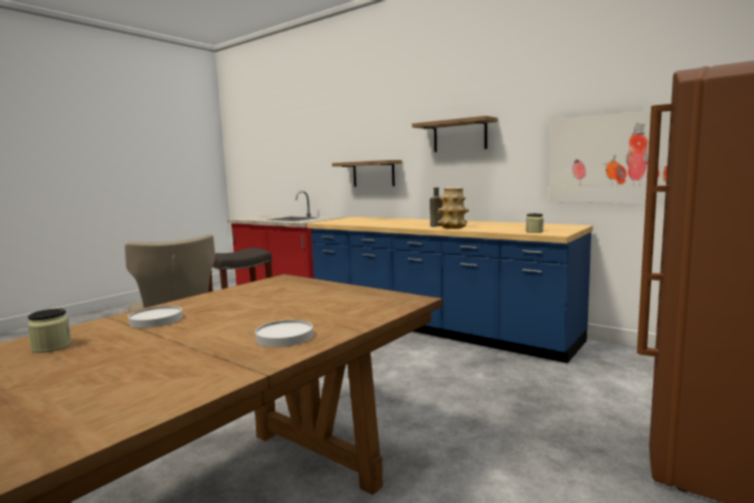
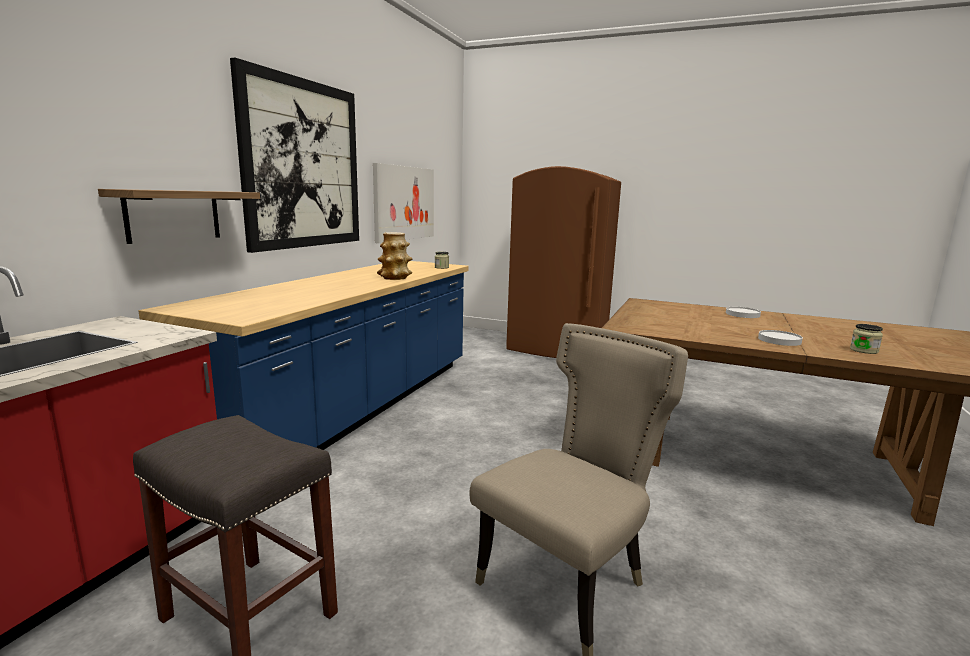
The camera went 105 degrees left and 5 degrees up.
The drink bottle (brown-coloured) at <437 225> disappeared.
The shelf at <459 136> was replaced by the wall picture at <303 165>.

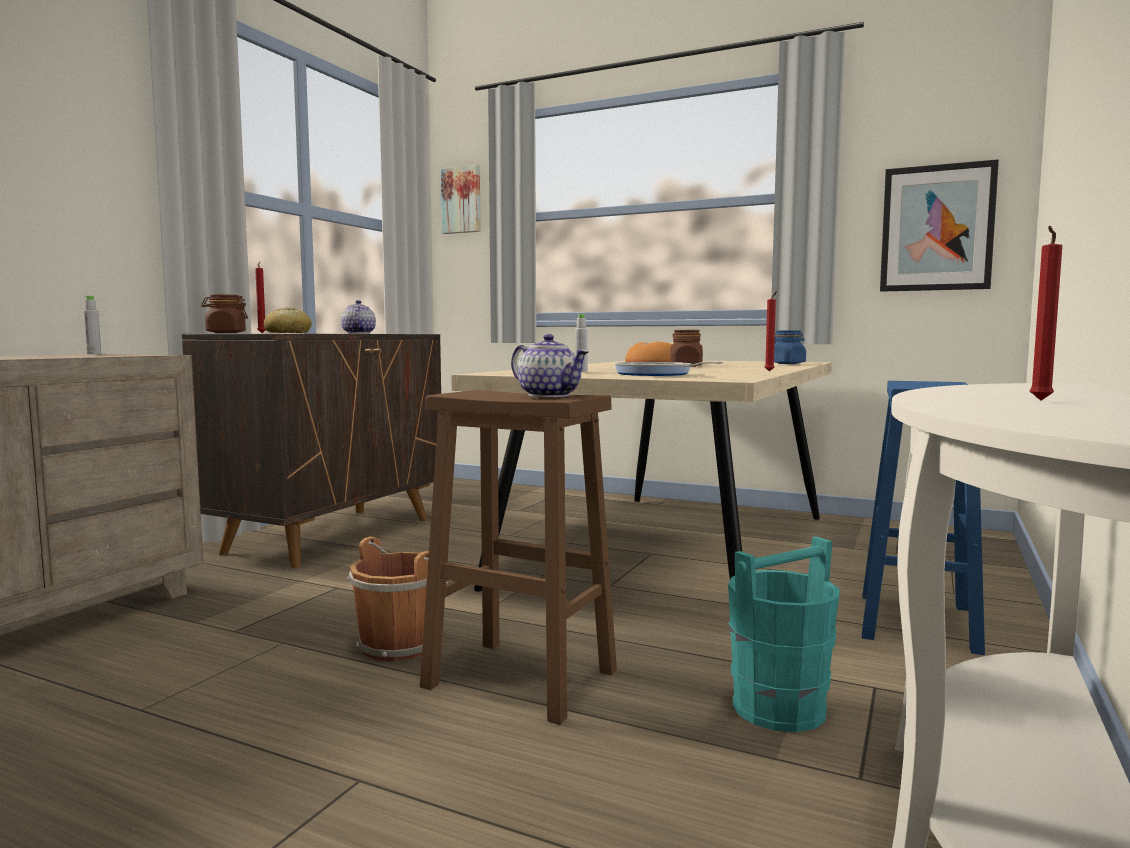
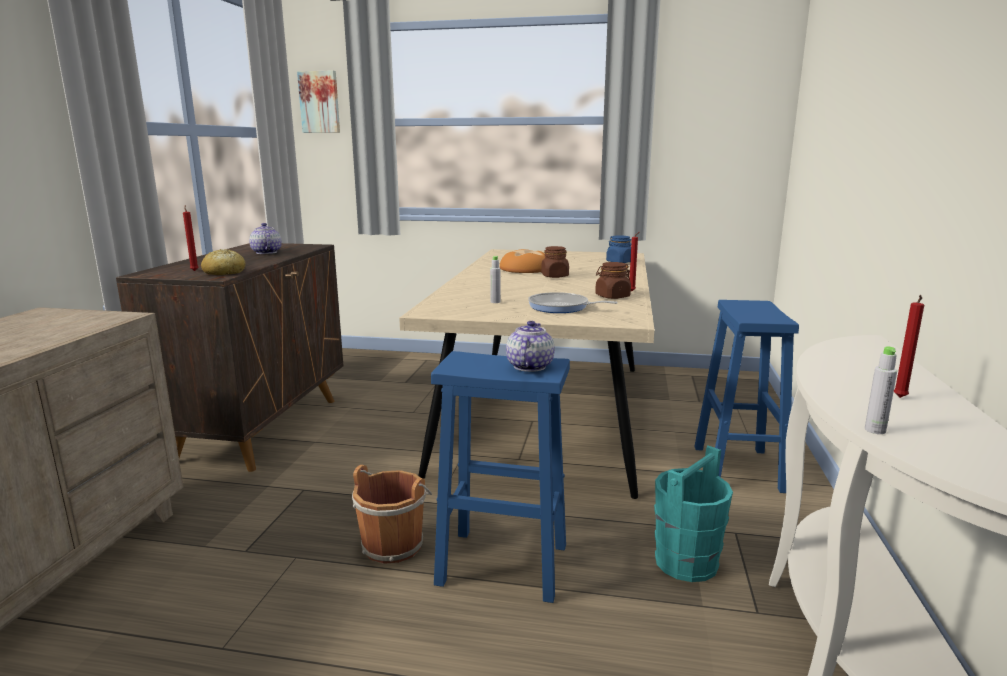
The camera went 15 degrees left and 10 degrees up.
The wall picture at <937 228> disappeared.
The drink bottle (greyish) moved from <94 354> to <875 430>.
The storage jar (brown-coloured) moved from <225 333> to <612 296>.
The stool seat (brown-coloured) at <517 678> became the stool seat (bluish) at <500 564>.
The pot for tea at <550 395> turned 105 degrees counterclockwise.

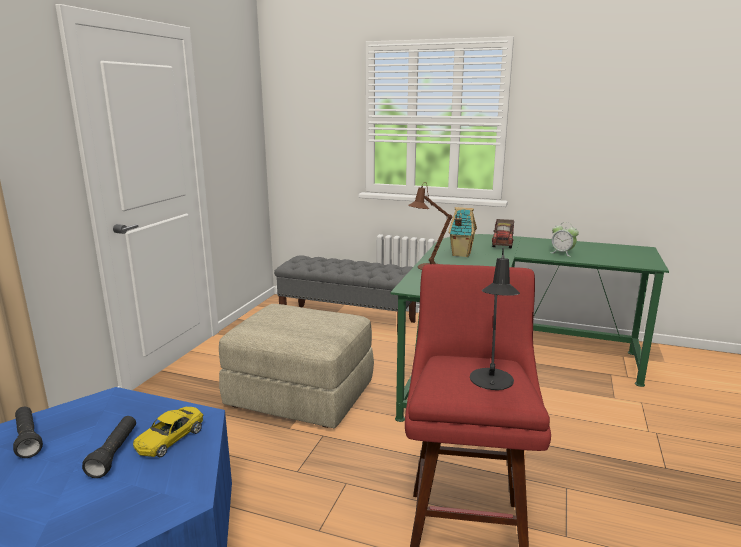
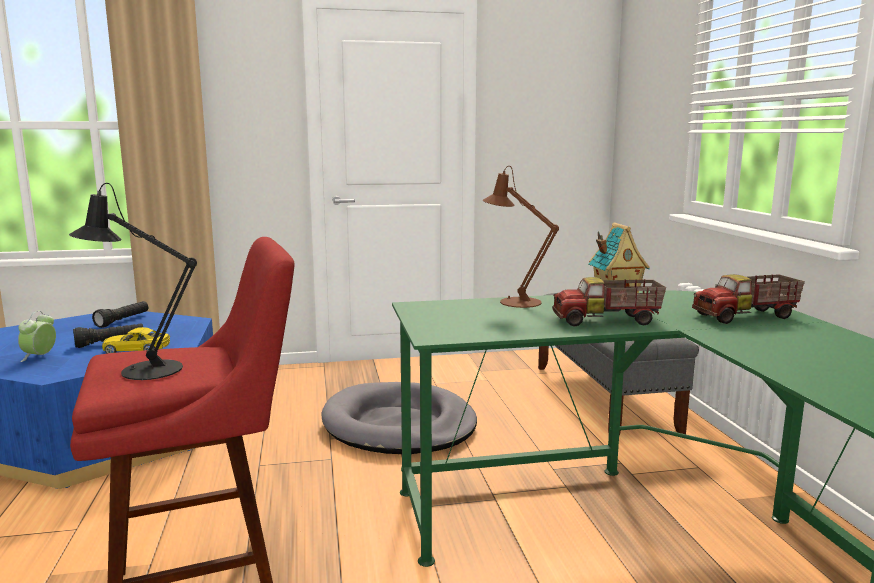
The camera went 60 degrees right and 5 degrees down.
The toy truck at <607 321> appeared.
The bedside clock moved from <562 253> to <40 357>.
The pouffe (sand-coloured) at <302 394> was replaced by the pet bed (greyish) at <399 425>.

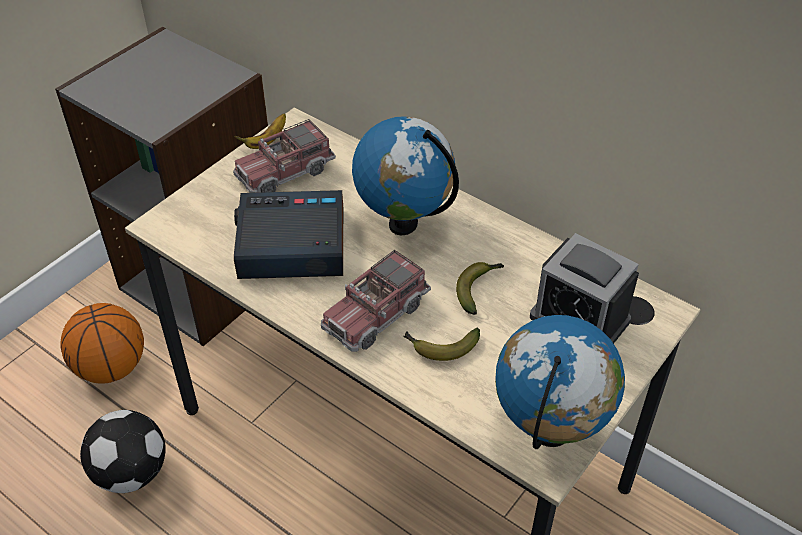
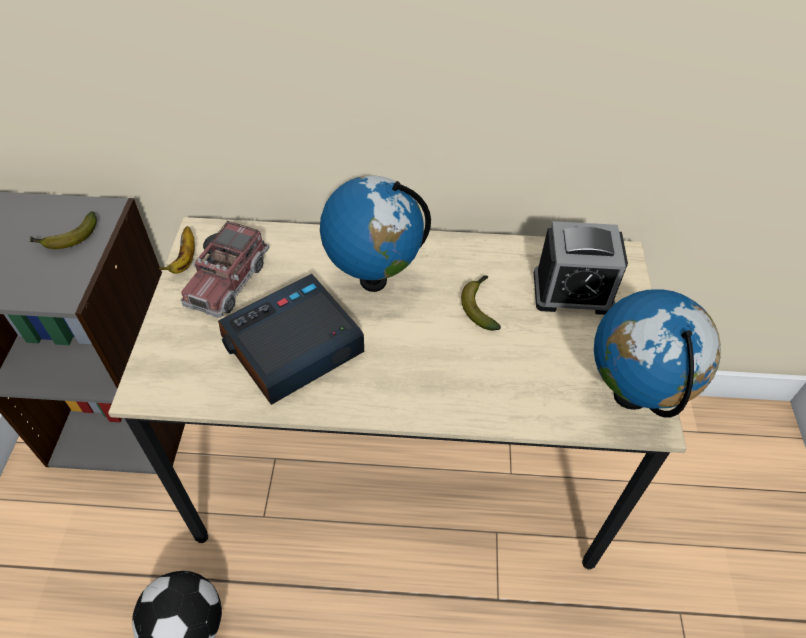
The camera went 35 degrees left and 5 degrees up.
The basketball ball at <111 367> disappeared.
The toy truck at <376 314> disappeared.
The banana moved from <440 347> to <67 238>.

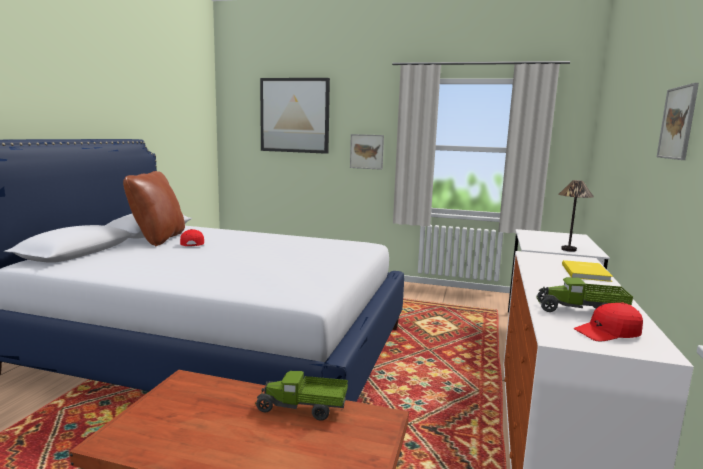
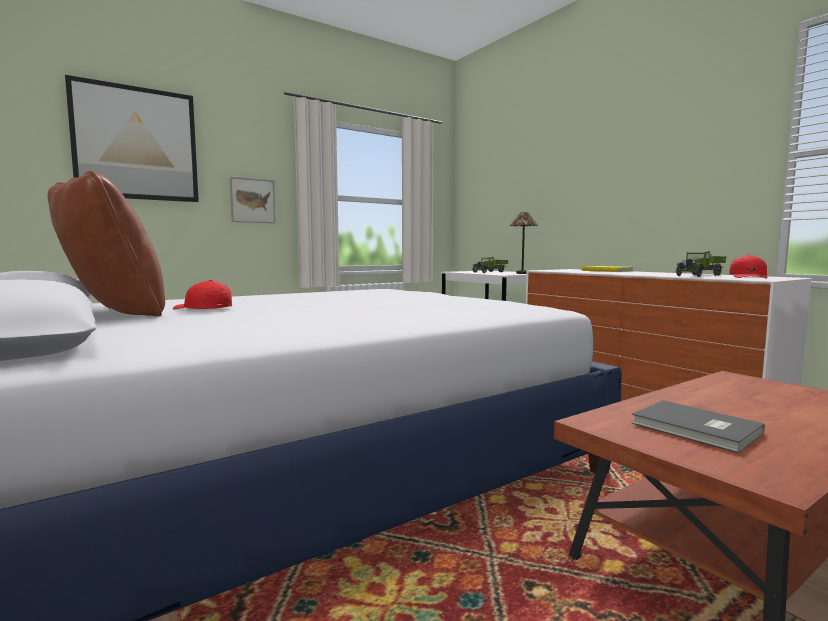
The camera went 50 degrees left and 5 degrees down.
The wall picture at <677 123> disappeared.
The book (greyish) at <696 429> appeared.
The toy truck moved from <302 409> to <490 272>.

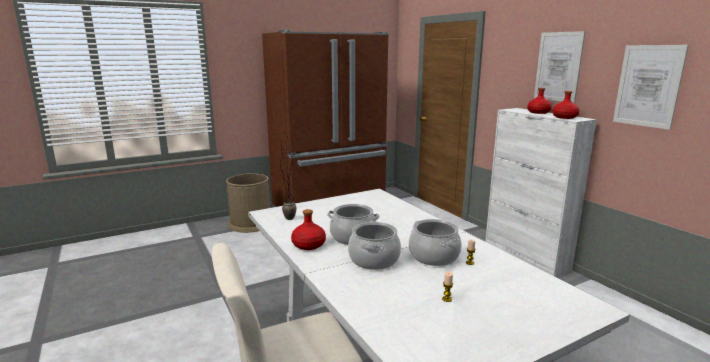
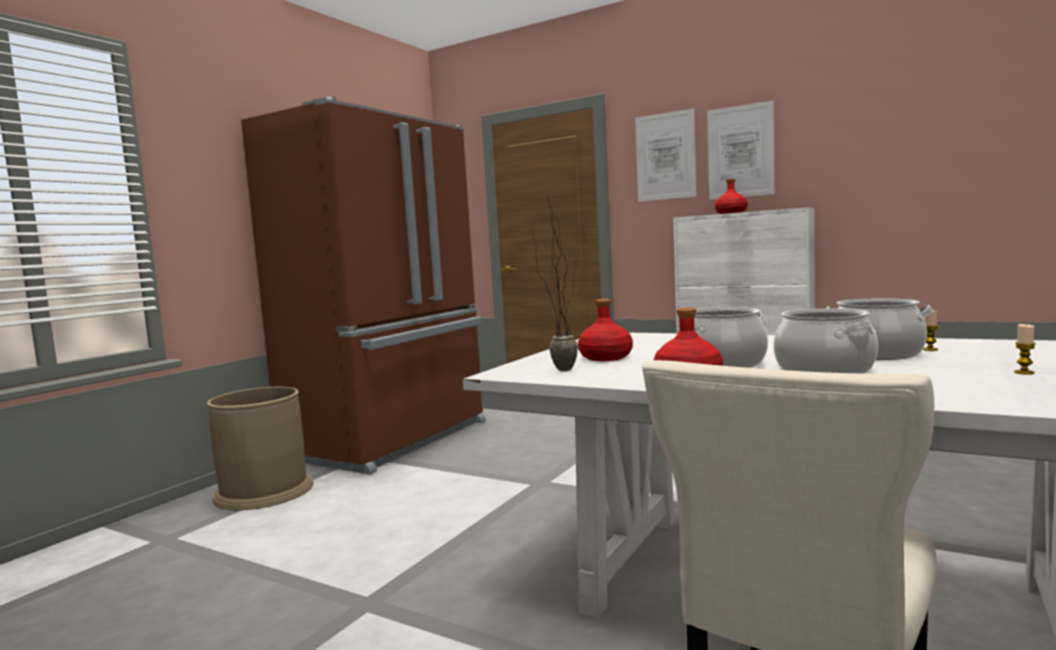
The camera went 30 degrees left and 10 degrees down.
The drink bottle (reddish) moved from <564 117> to <606 357>.
The wall picture moved from <648 86> to <665 156>.

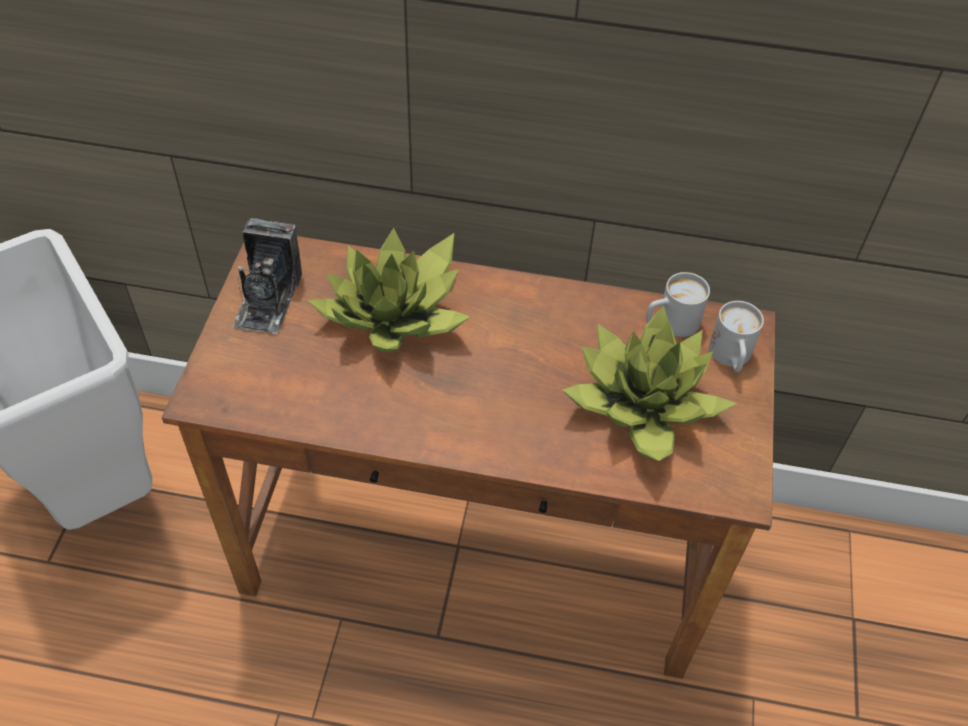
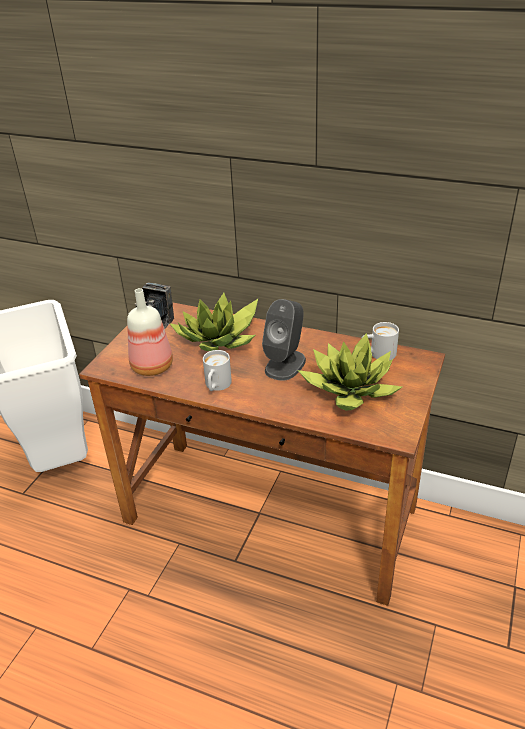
The camera went 15 degrees right and 15 degrees down.
The drink bottle at <153 366> appeared.
The speaker (greyish) at <285 364> appeared.
The mug (whitish) moved from <731 358> to <216 386>.

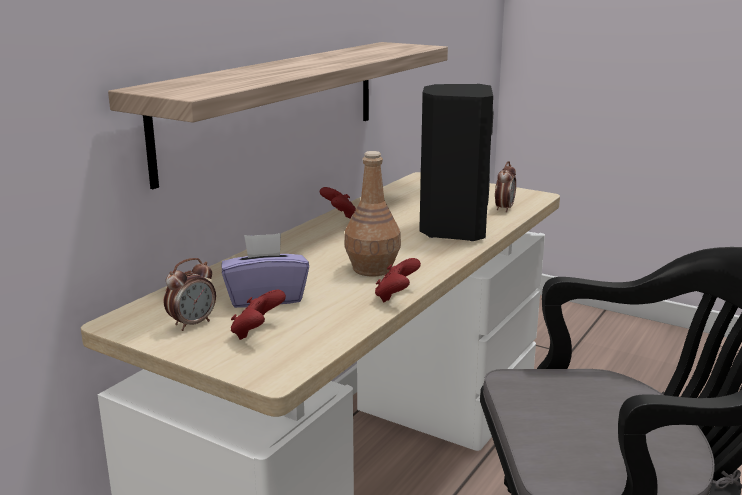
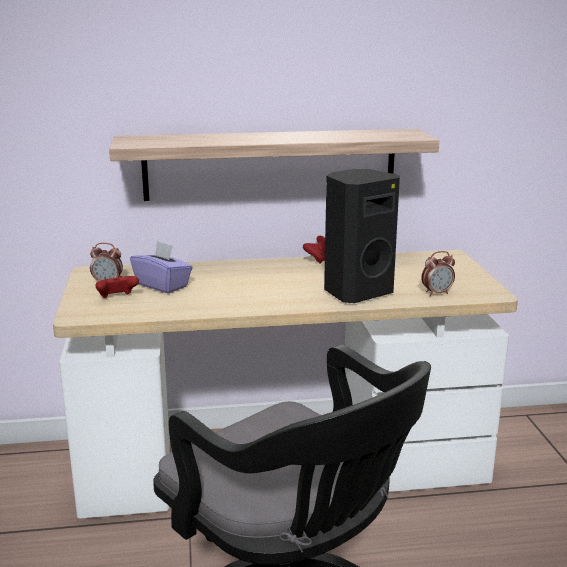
The camera went 50 degrees right and 0 degrees up.
The drink bottle (brown-coloured) at <372 269> disappeared.
The joypad (reddish) at <396 296> disappeared.

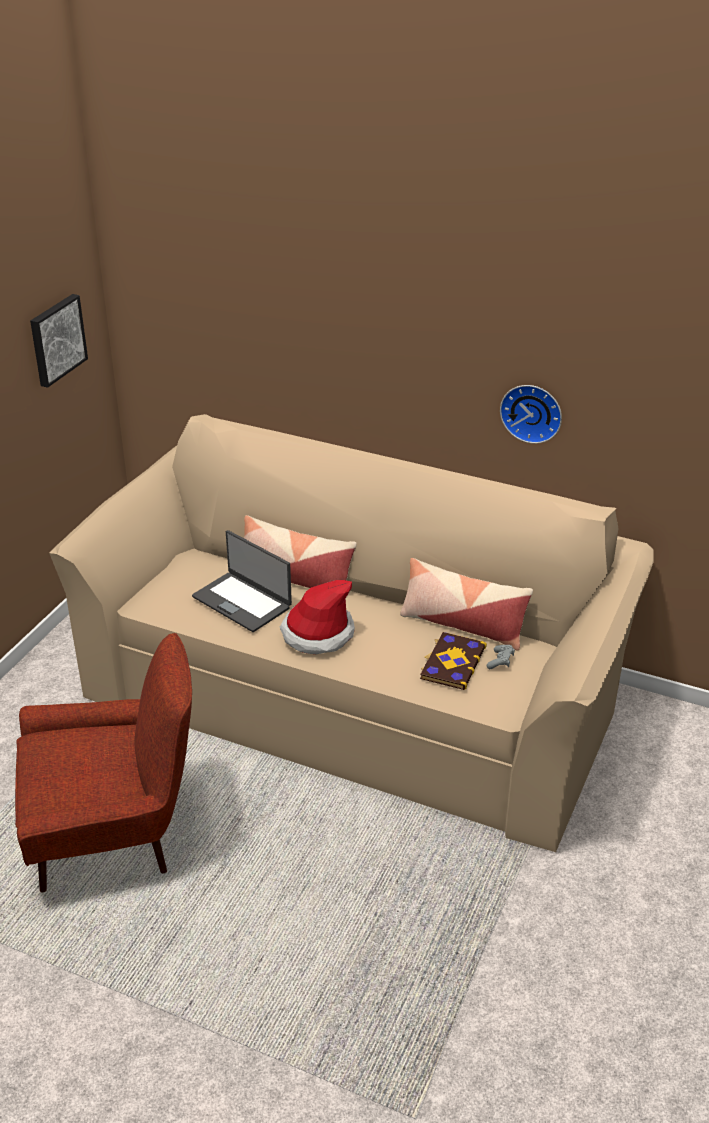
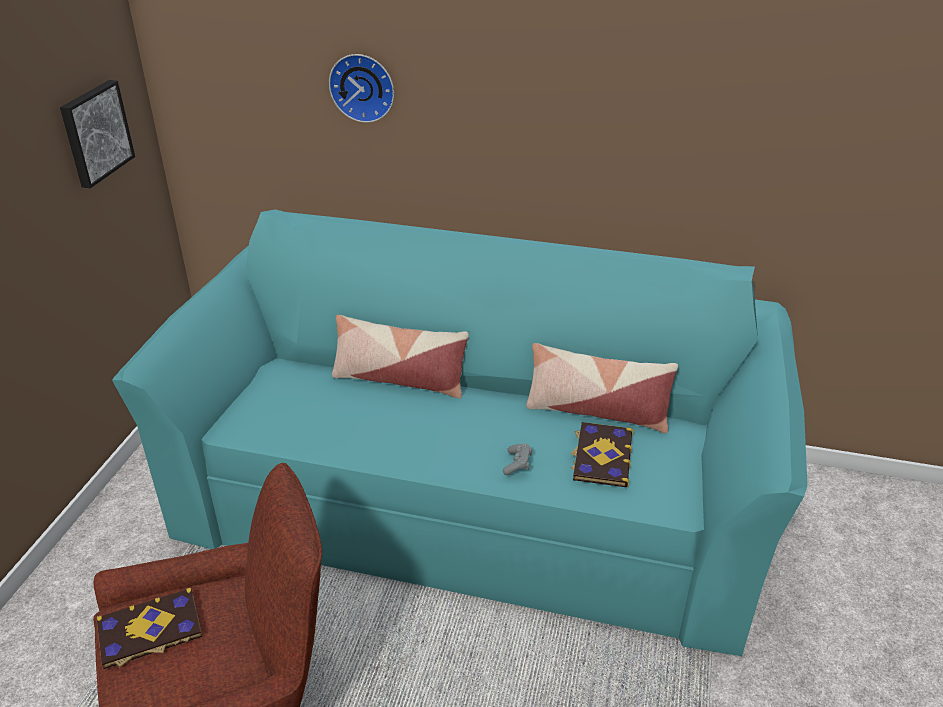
The camera went 10 degrees left and 0 degrees up.
The notebook computer at <242 601> disappeared.
The clothing hat at <317 633> disappeared.
The book at <150 630> appeared.
The joypad (greyish) moved from <500 661> to <517 464>.
The wall clock moved from <532 412> to <363 87>.
The settee (sand-coloured) at <355 693> became the settee (turquoise-coloured) at <472 495>.

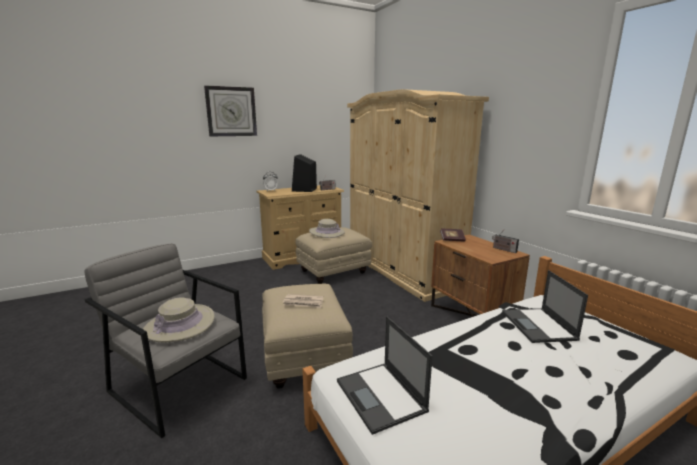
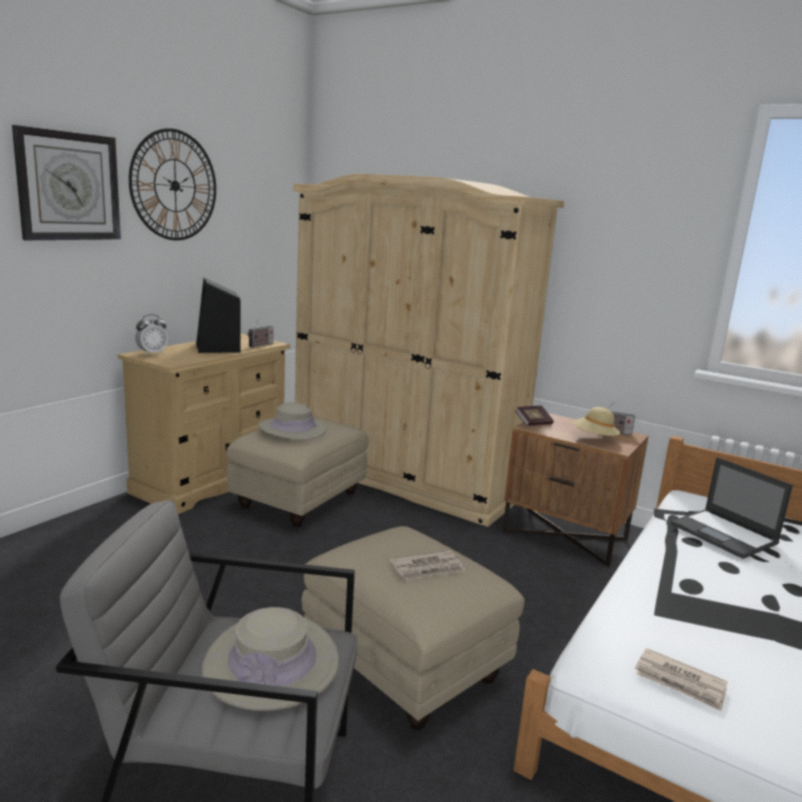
The camera went 30 degrees left and 0 degrees up.
The wall clock at <174 185> appeared.
The clothing hat (sand-coloured) at <594 438> appeared.
The notebook computer at <381 396> was replaced by the printed paper at <680 682>.

